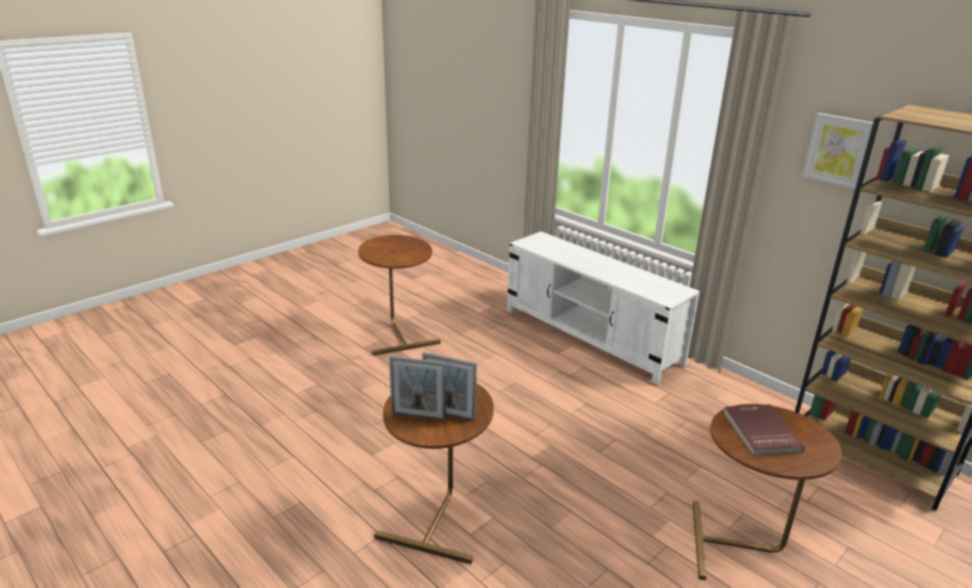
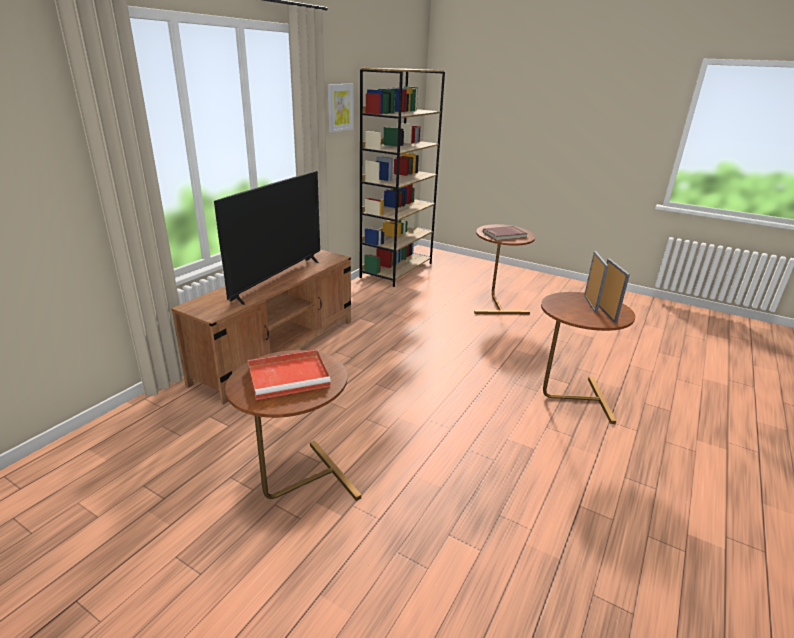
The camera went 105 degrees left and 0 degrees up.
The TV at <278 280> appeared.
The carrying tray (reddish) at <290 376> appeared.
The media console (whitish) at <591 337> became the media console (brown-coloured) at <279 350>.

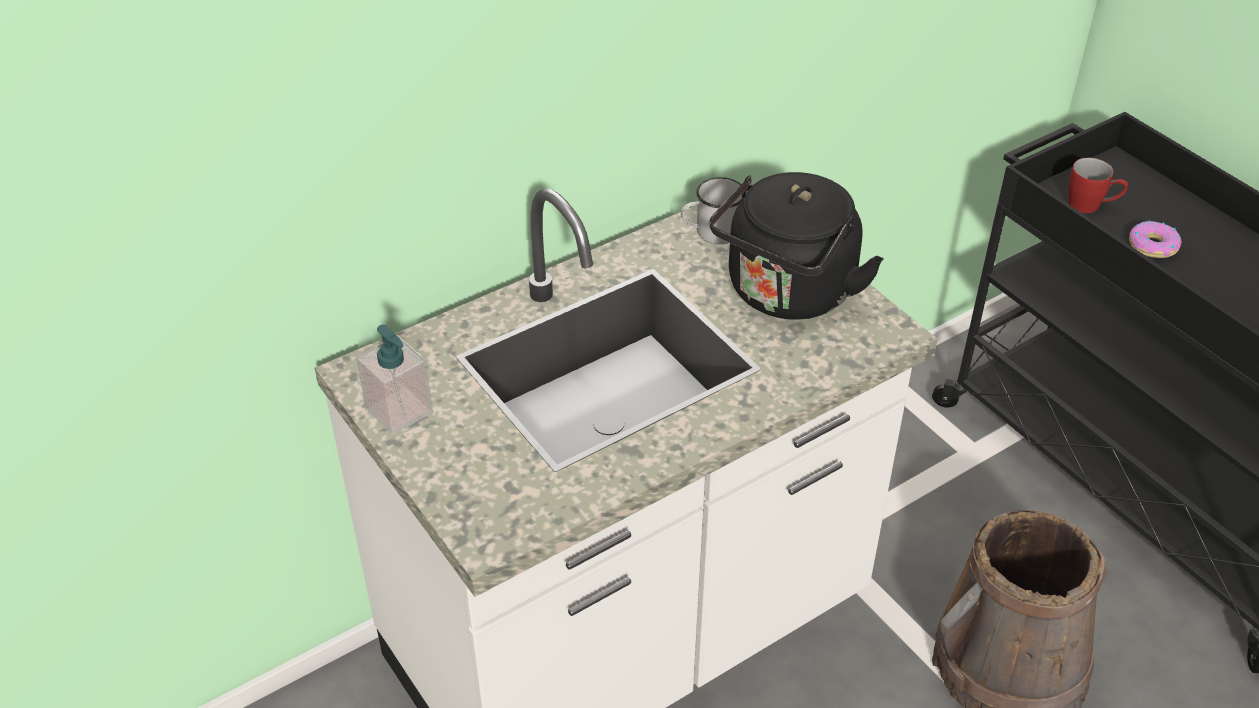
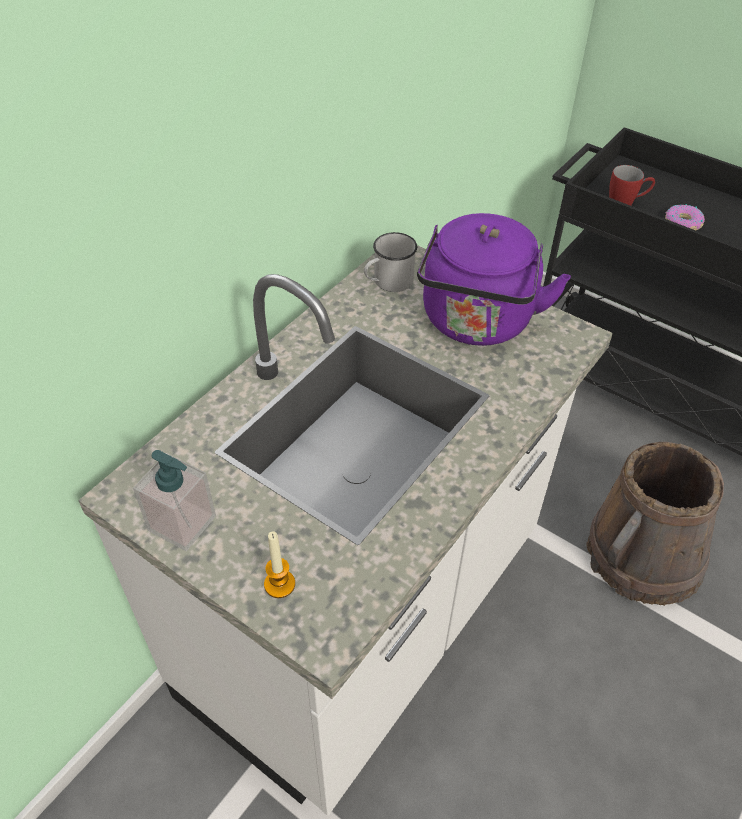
The camera went 20 degrees left and 5 degrees up.
The wax candle at <279 584> appeared.
The kettle (black-coloured) at <787 295> became the kettle (purplish) at <477 323>.

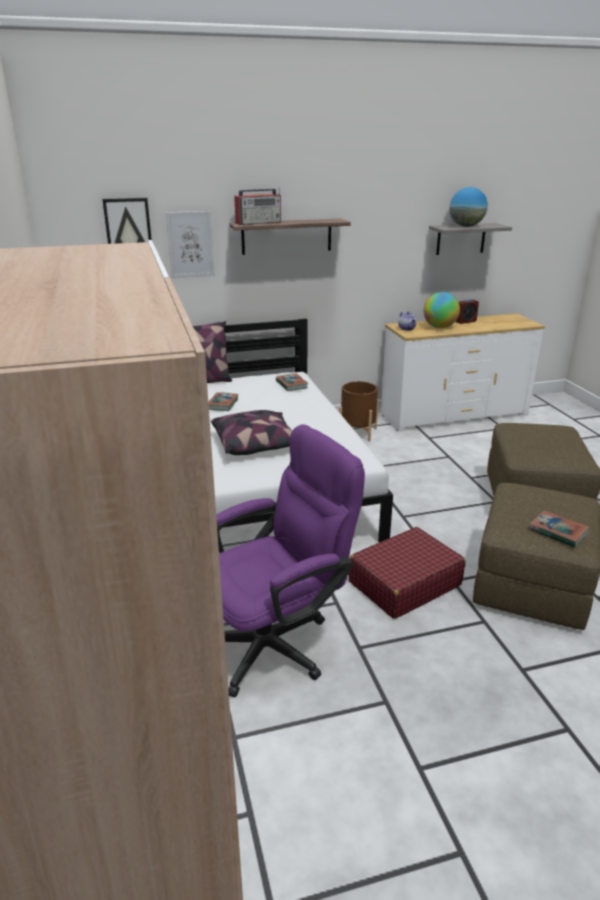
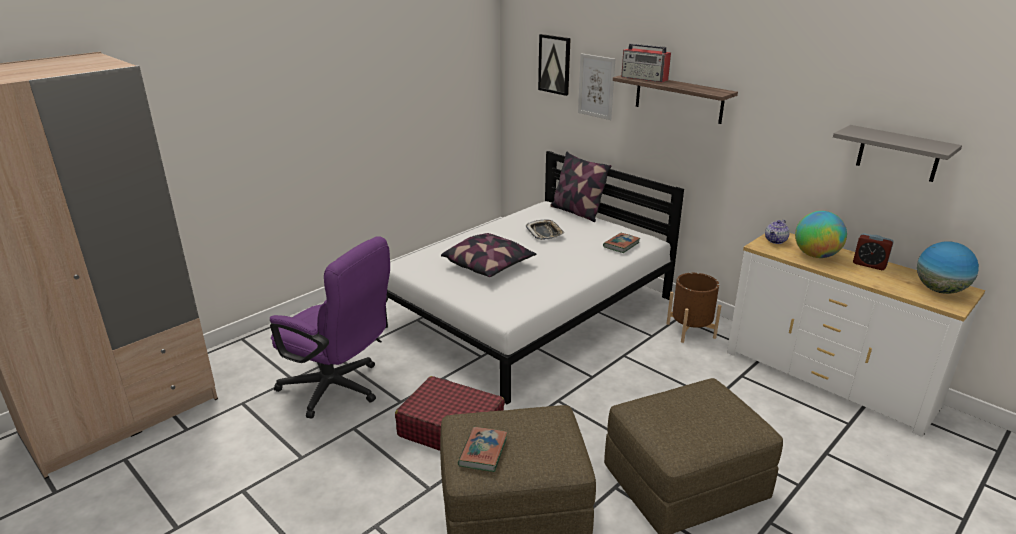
The camera went 60 degrees right and 0 degrees up.
The world globe moved from <466 226> to <939 290>.
The book at <222 404> was replaced by the carrying tray at <544 233>.

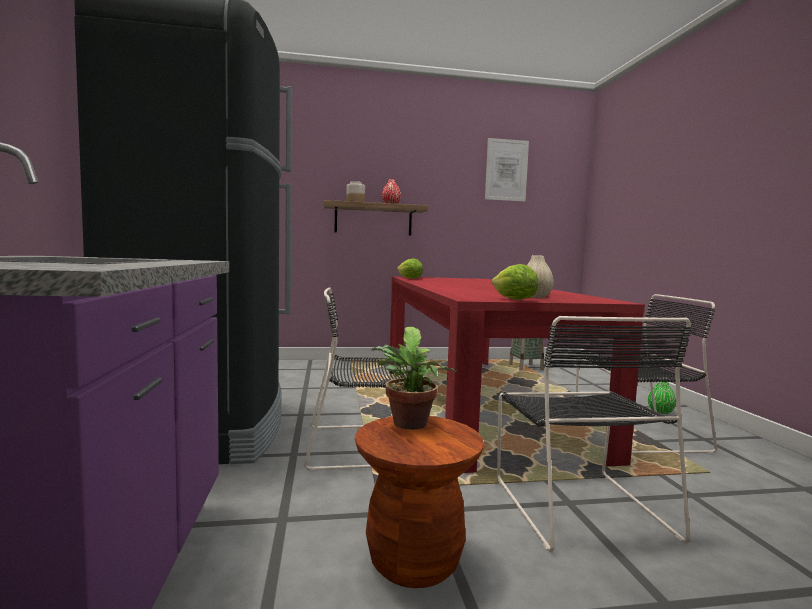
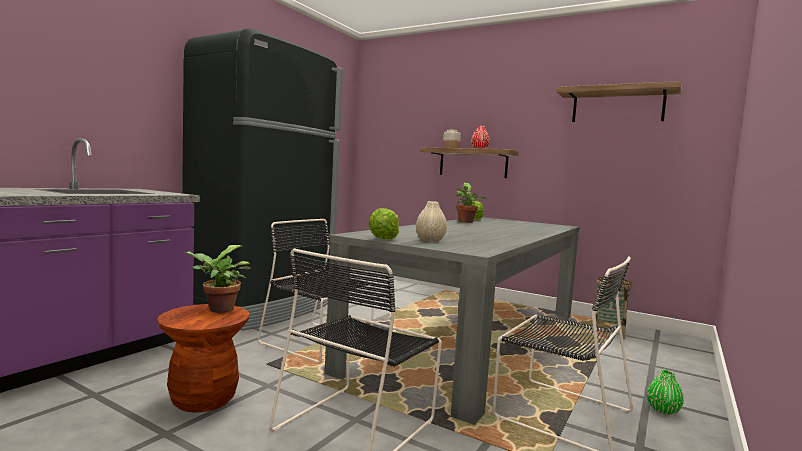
The camera went 40 degrees right and 0 degrees up.
The houseplant at <466 222> appeared.
The wall picture at <506 170> was replaced by the shelf at <617 106>.
The kitchen table (reddish) at <472 398> became the kitchen table (greyish) at <473 340>.

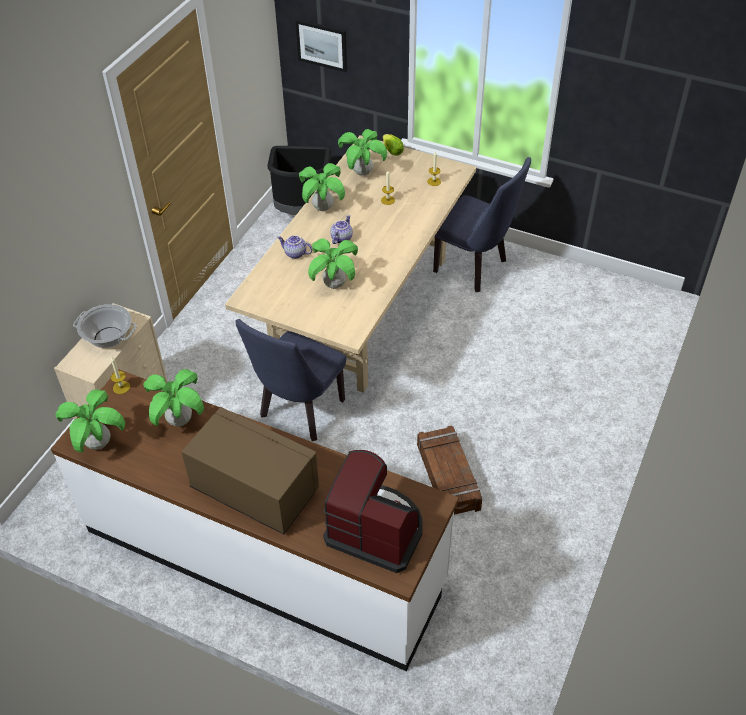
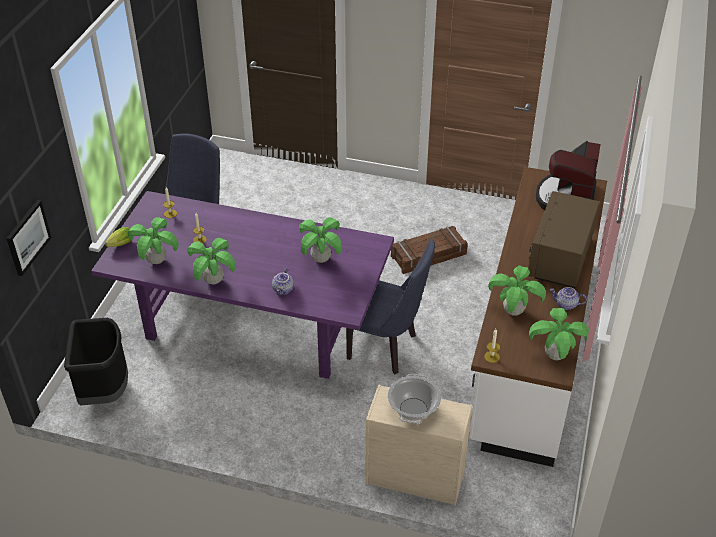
The camera went 100 degrees left and 5 degrees down.
The pot for tea moved from <341 238> to <566 305>.
The kitchen table (sand-coloured) at <361 309> became the kitchen table (purplish) at <253 325>.

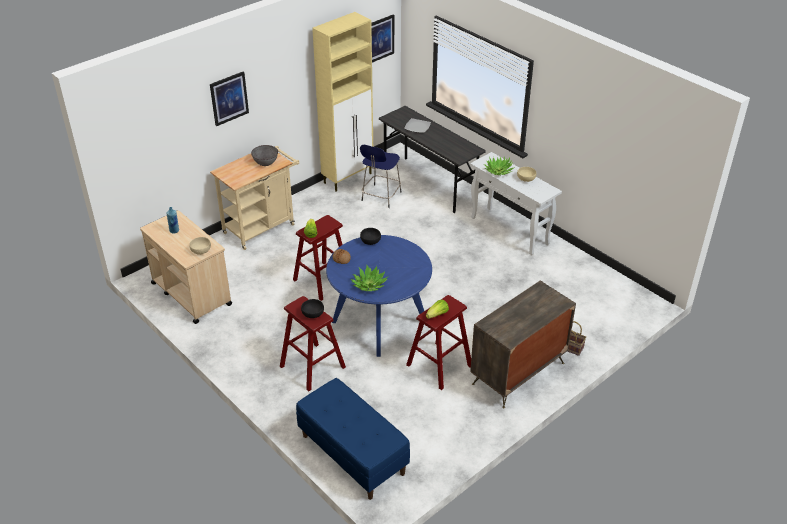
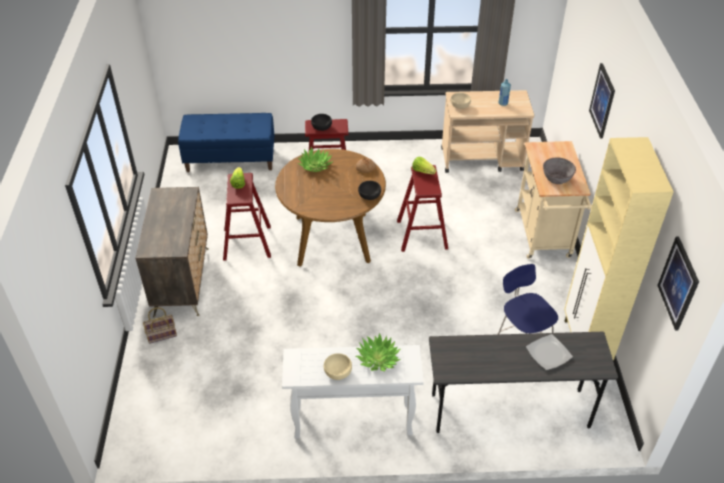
The camera went 130 degrees right and 5 degrees up.
The kitchen table (bluish) at <379 322> became the kitchen table (brown-coloured) at <332 239>.

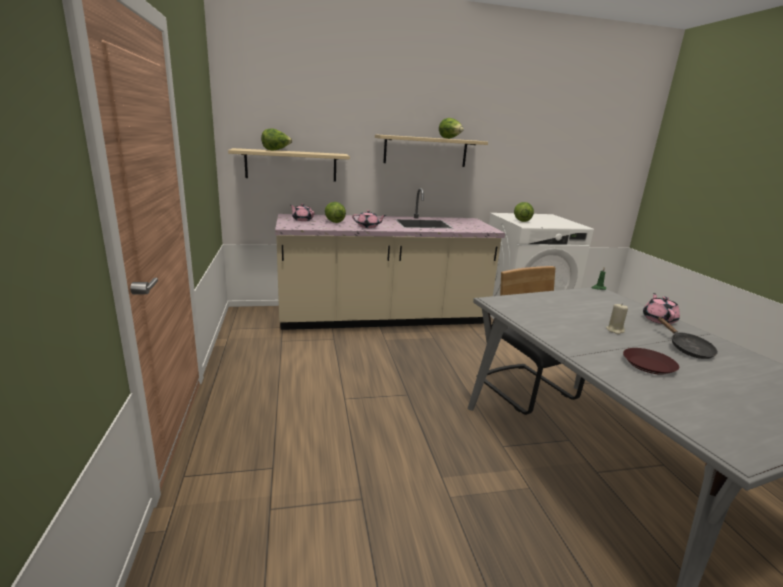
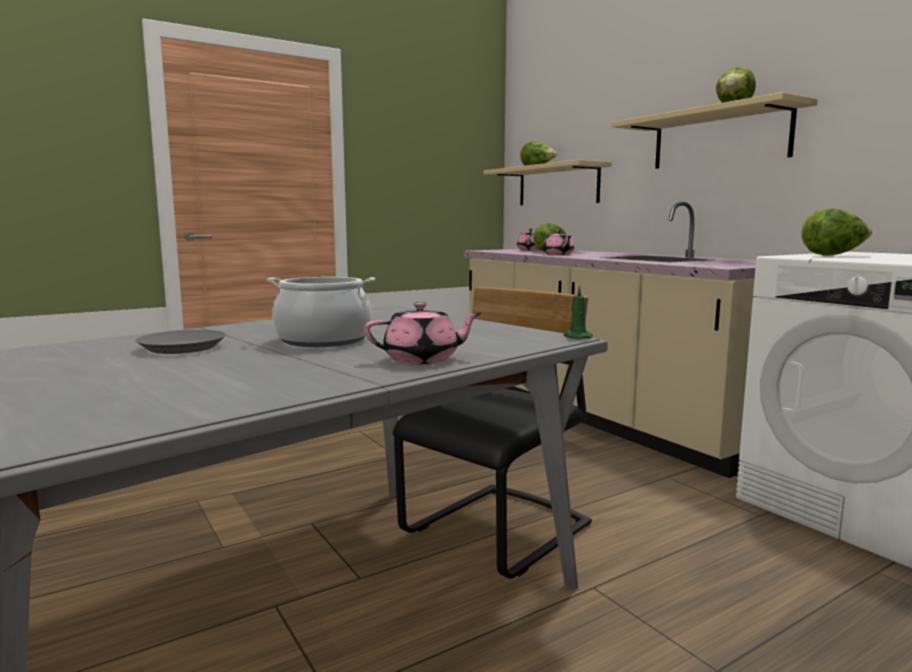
The camera went 70 degrees right and 10 degrees down.
The skillet (black-coloured) at <687 349> disappeared.
The wax candle (sand-coloured) at <615 330> was replaced by the saucepot at <323 340>.
The plate (brown-coloured) at <648 365> became the plate (greyish) at <183 347>.

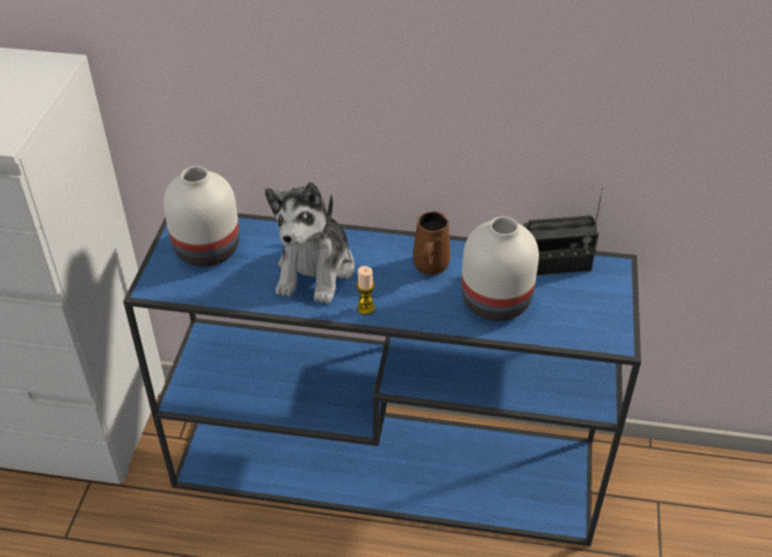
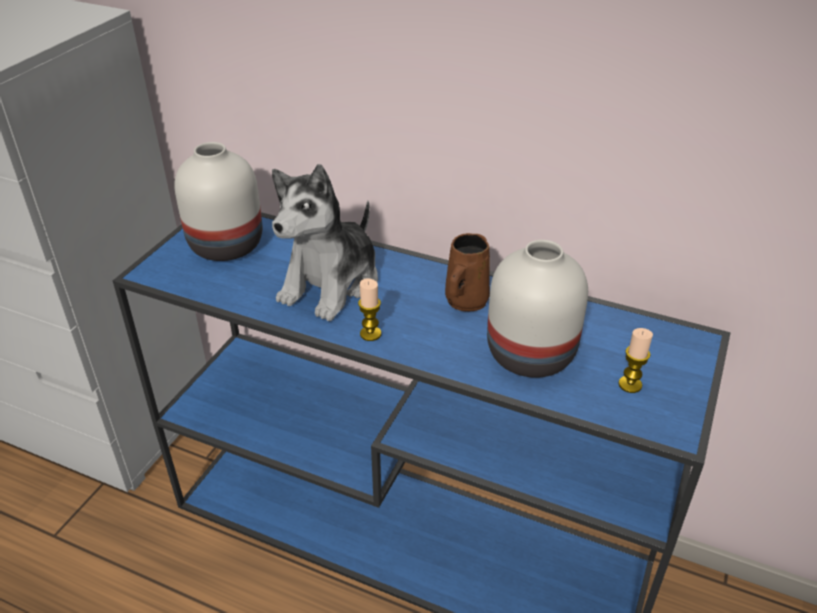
The camera went 15 degrees right and 5 degrees down.
The radio set at <555 265> disappeared.
The wax candle at <630 384> appeared.

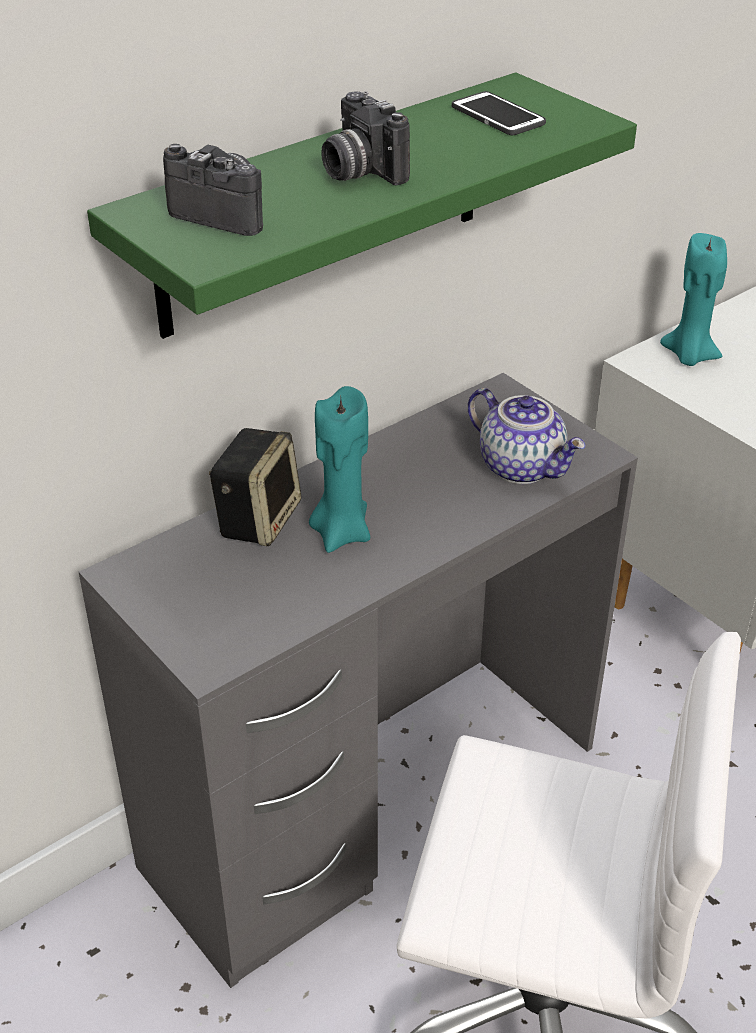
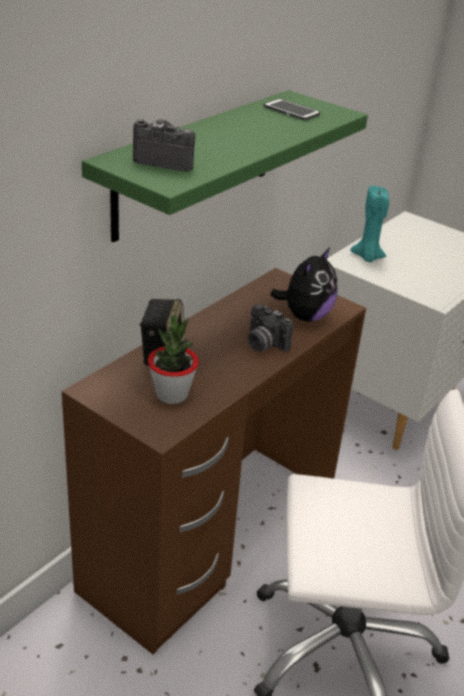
The camera went 15 degrees left and 5 degrees down.
The wax candle (turquoise-coloured) at <341 533> disappeared.
The houseplant at <172 395> appeared.
The still camera moved from <359 172> to <263 344>.
The pot for tea at <523 467> was replaced by the plush toy at <305 316>.
The desk table (greyish) at <373 803> became the desk table (brown-coloured) at <212 536>.

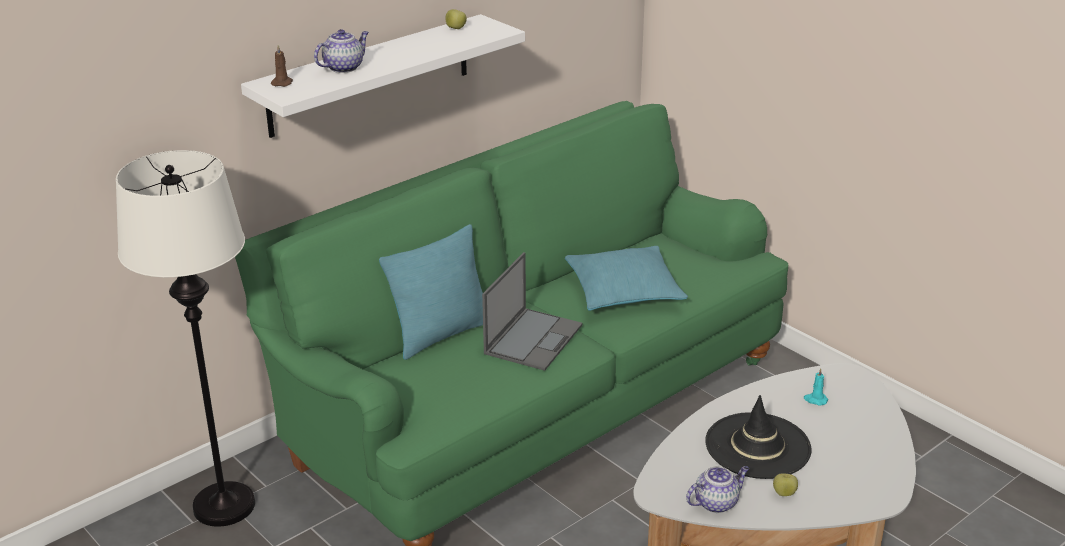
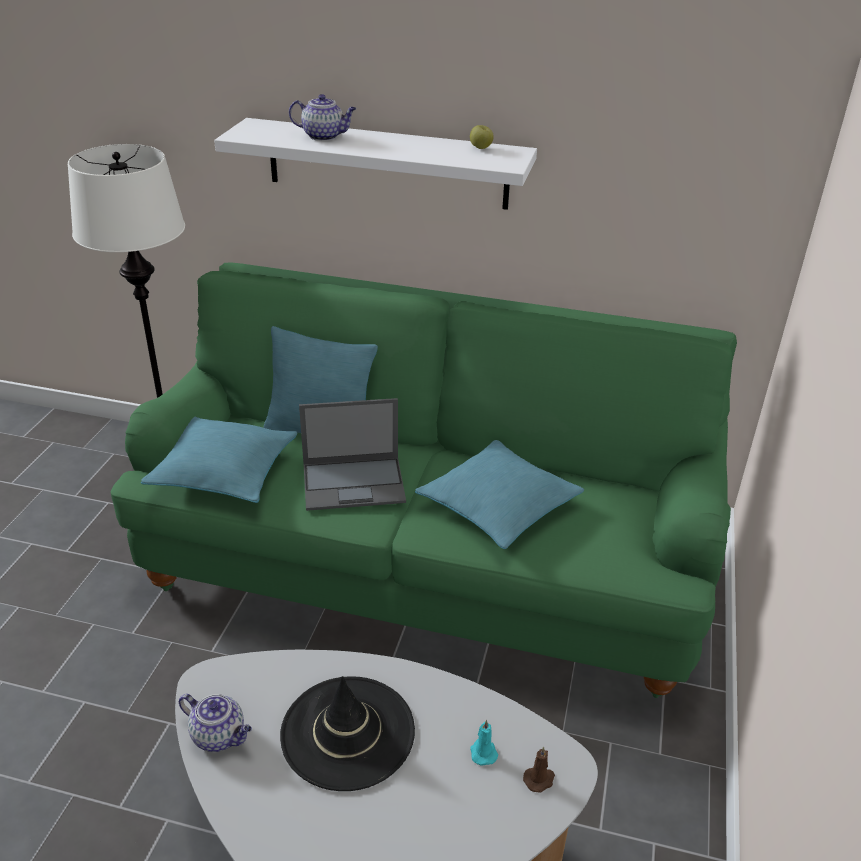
The camera went 55 degrees right and 5 degrees up.
The whole apple at <784 493> disappeared.
The pillow (turquoise-coloured) at <224 471> appeared.
The wax candle (brown-coloured) moved from <282 83> to <539 779>.

